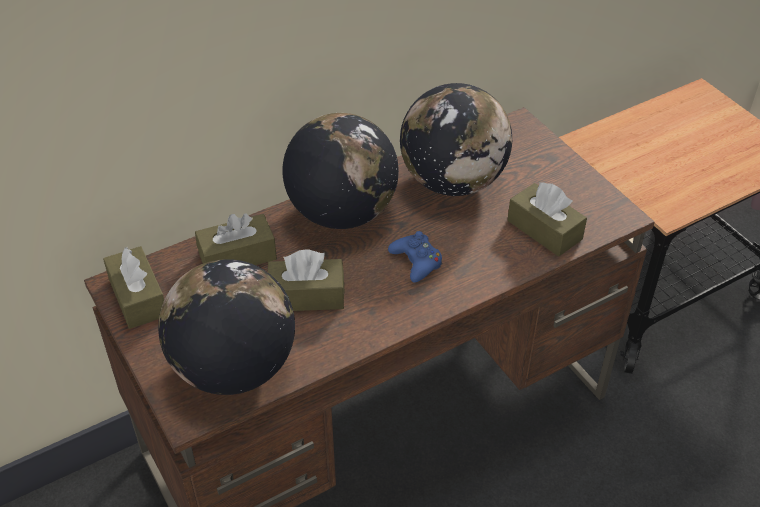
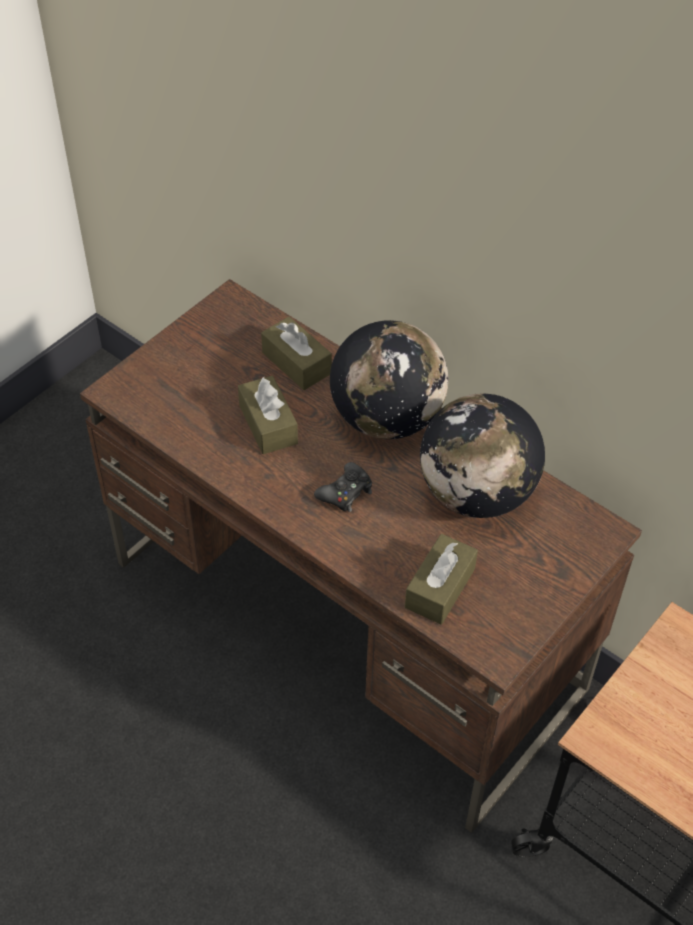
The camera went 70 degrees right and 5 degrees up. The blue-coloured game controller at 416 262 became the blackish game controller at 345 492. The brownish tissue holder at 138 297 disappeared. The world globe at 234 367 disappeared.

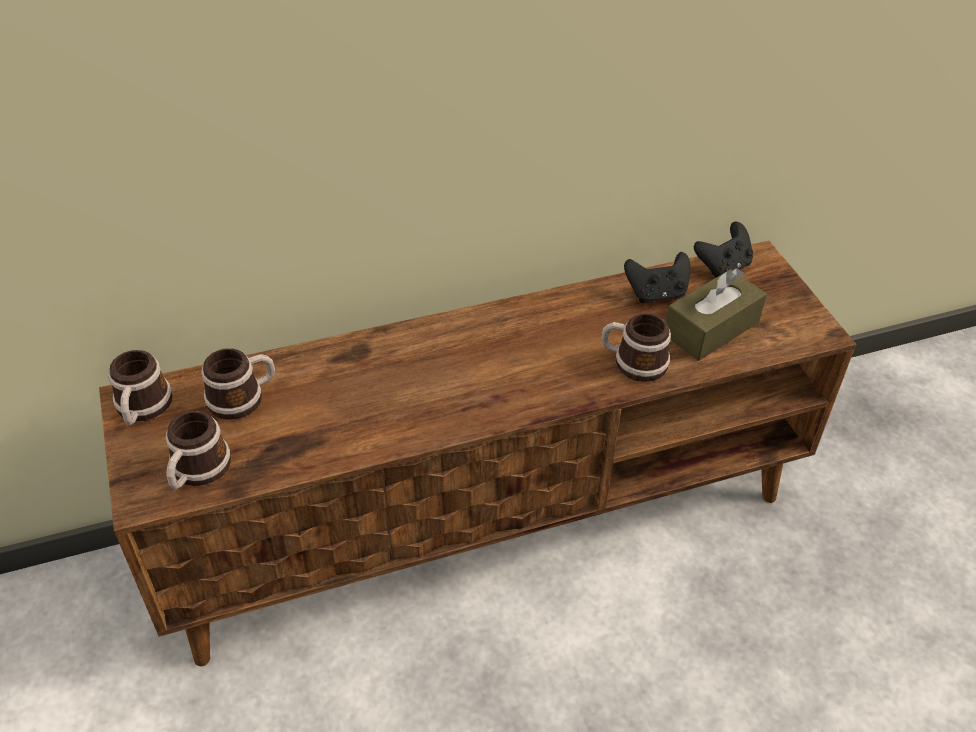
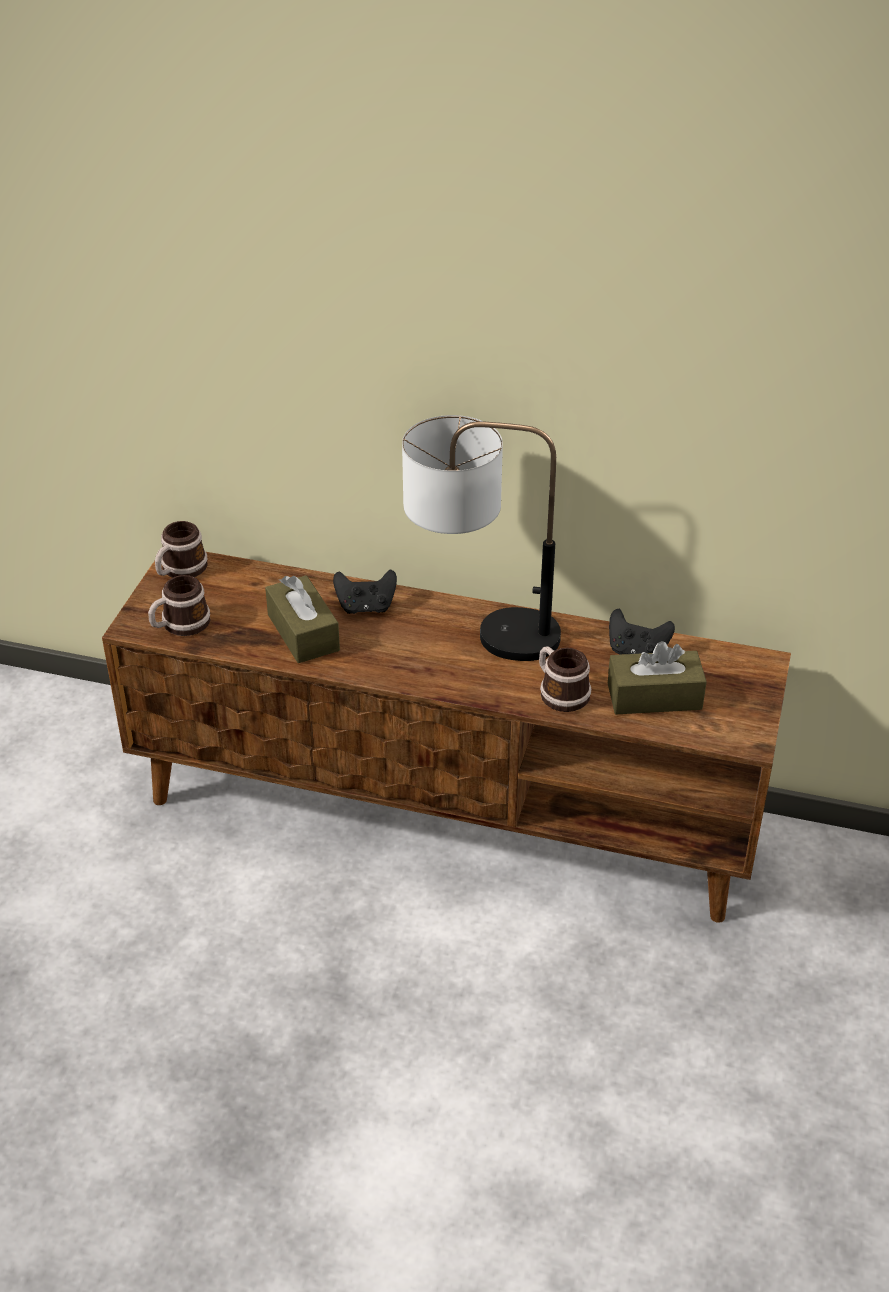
The camera went 35 degrees right and 5 degrees down. The blackish game controller moved from 723 267 to 366 607. The coffee mug at 243 397 disappeared. The lamp for a table at 480 633 appeared. The brownish tissue holder at 303 632 appeared.

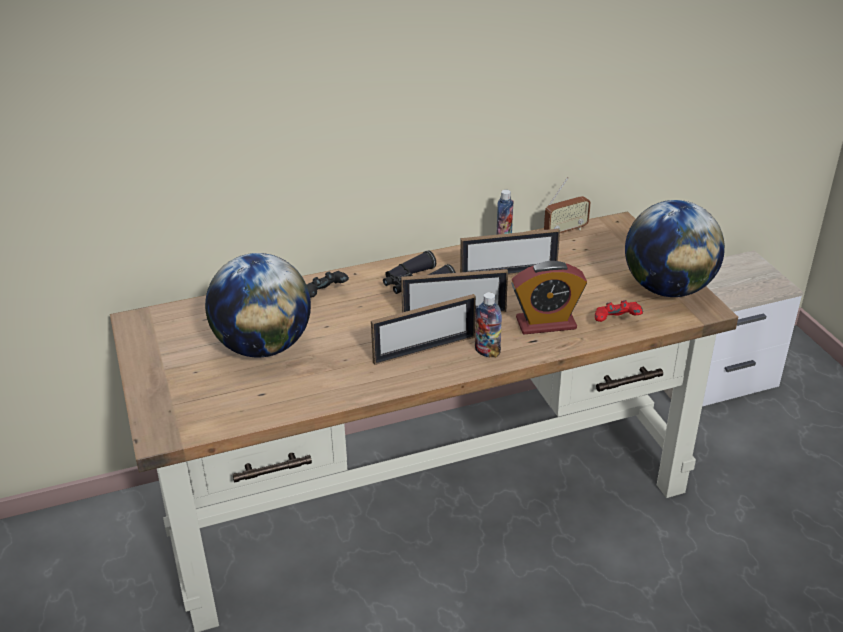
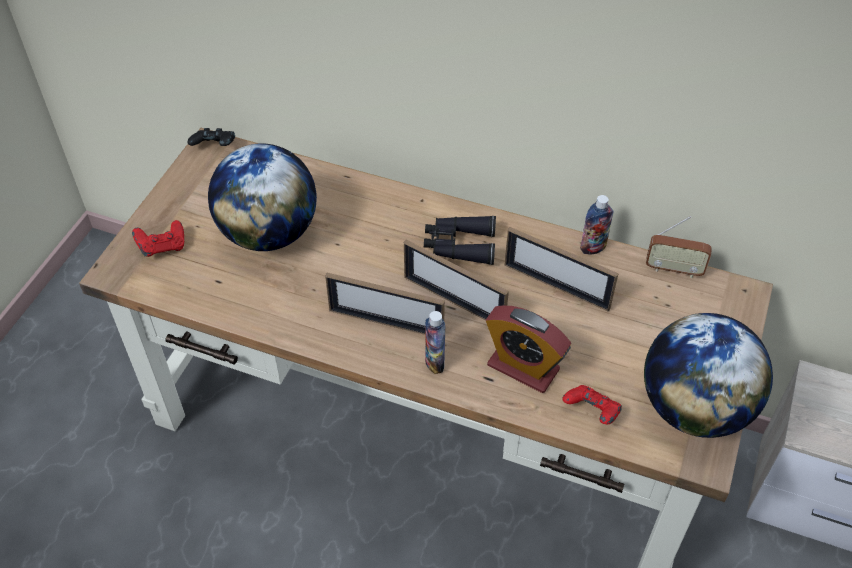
The camera went 40 degrees right and 15 degrees up. The blackish game controller moved from 326 294 to 215 148. The red game controller at 163 247 appeared.

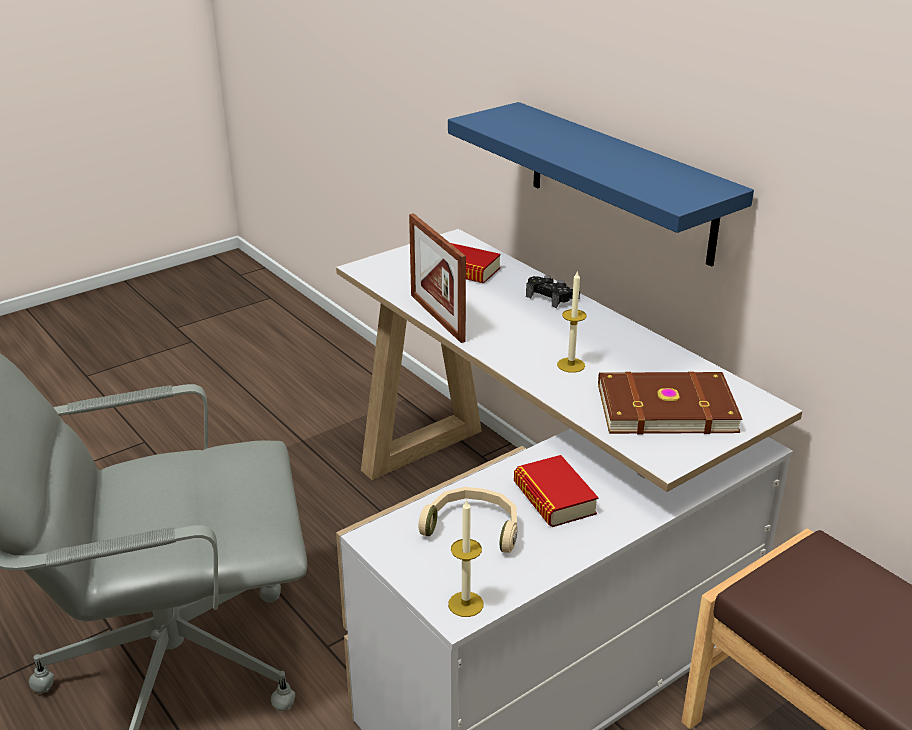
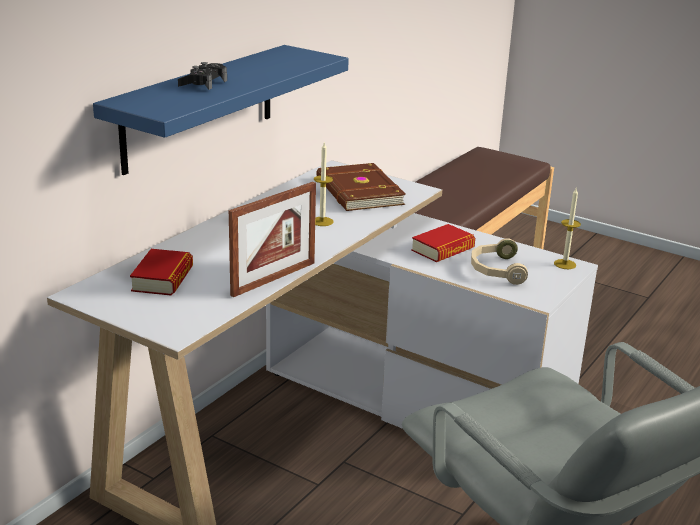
The camera went 110 degrees left and 5 degrees down. The blackish game controller moved from 551 297 to 203 83.

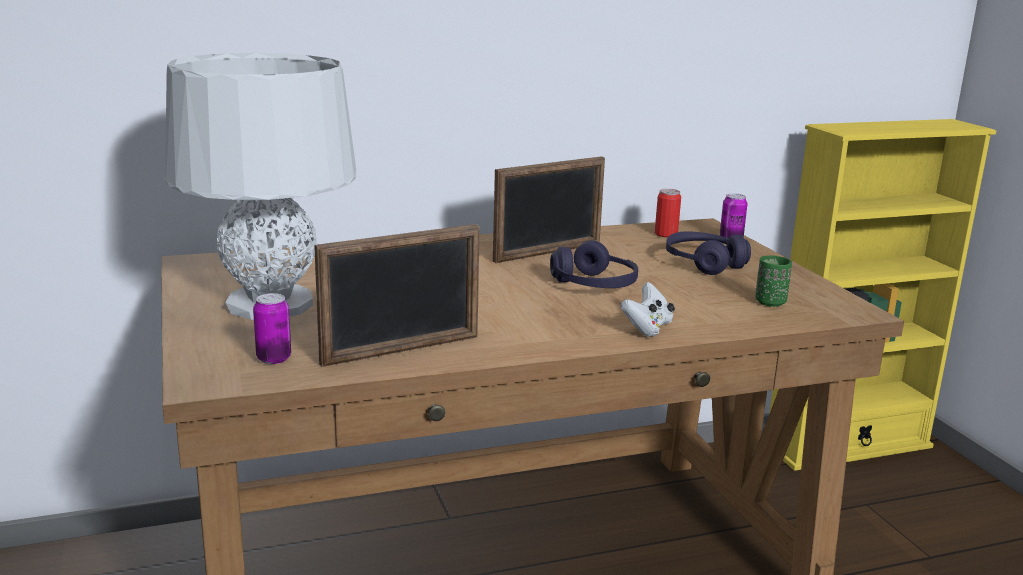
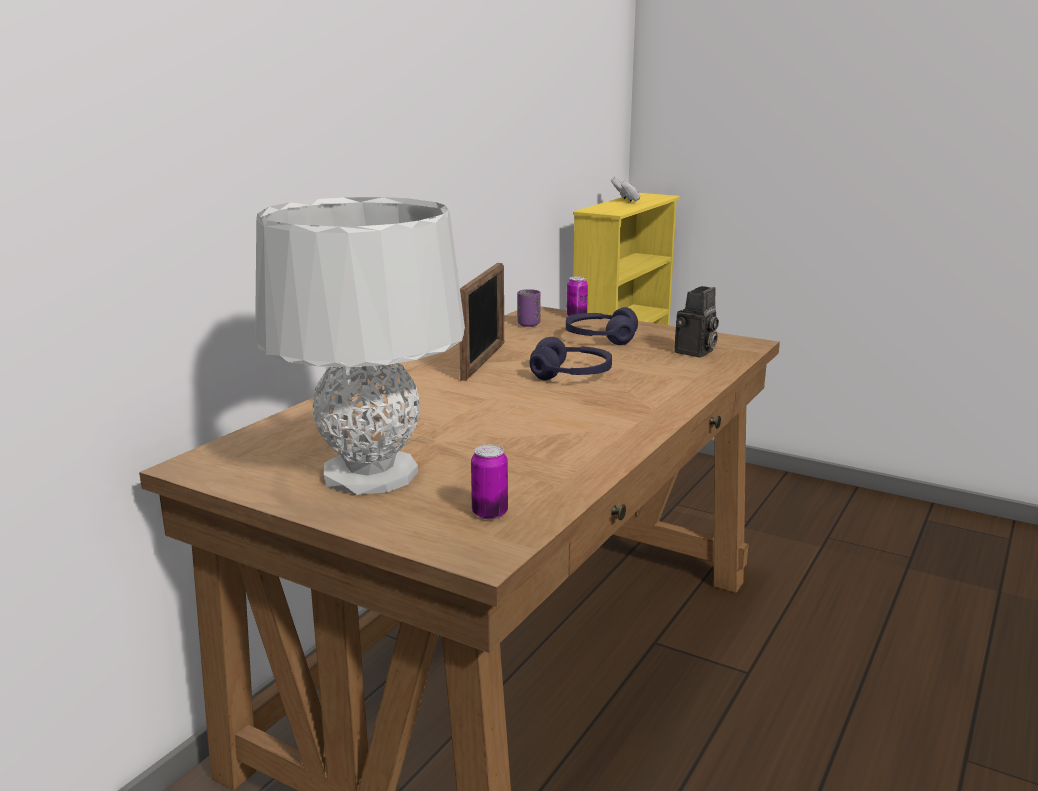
The camera went 40 degrees left and 0 degrees up. The sealed can at 666 234 was replaced by the purplish cup at 528 324. The photo frame at 401 350 disappeared. The green-coloured cup at 770 302 was replaced by the still camera at 695 352. The white-coloured game controller moved from 647 328 to 625 200.

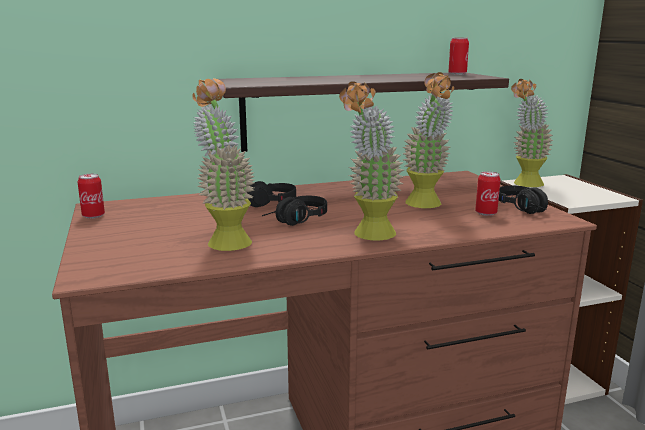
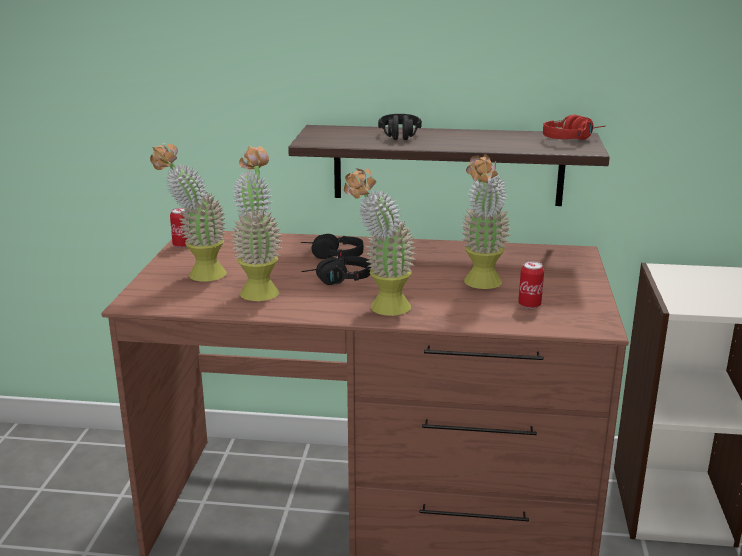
The camera went 25 degrees right and 5 degrees up. The sealed can at 457 74 was replaced by the red headset at 572 139. The potted plant moved from 524 185 to 197 275. The blackish headset moved from 526 210 to 400 137.

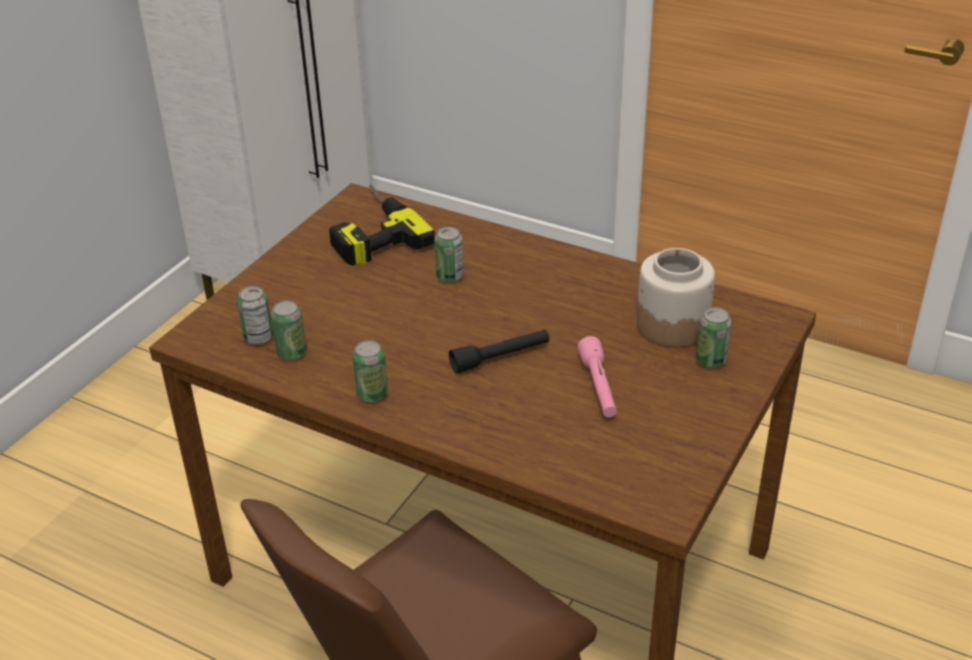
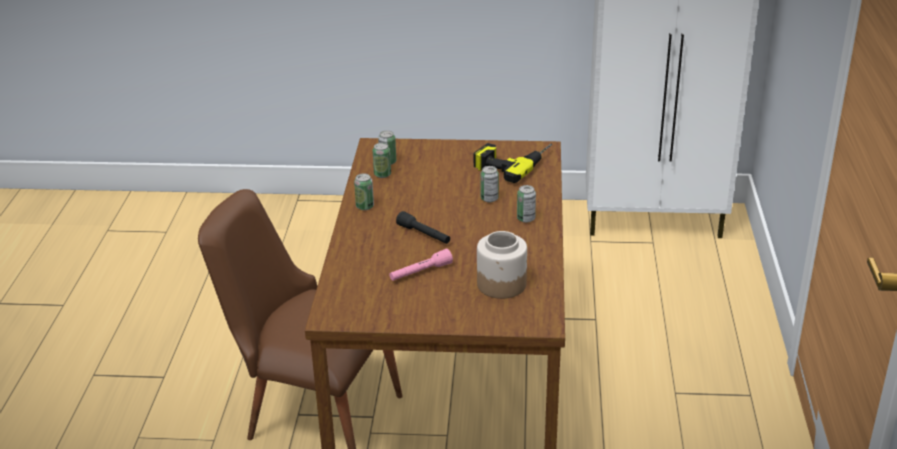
The camera went 65 degrees right and 5 degrees down. The sealed can moved from 710 360 to 526 219.

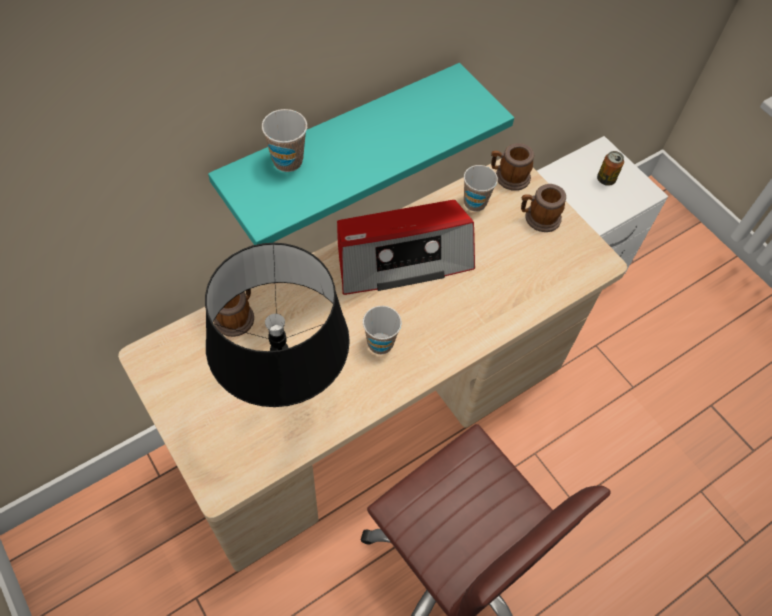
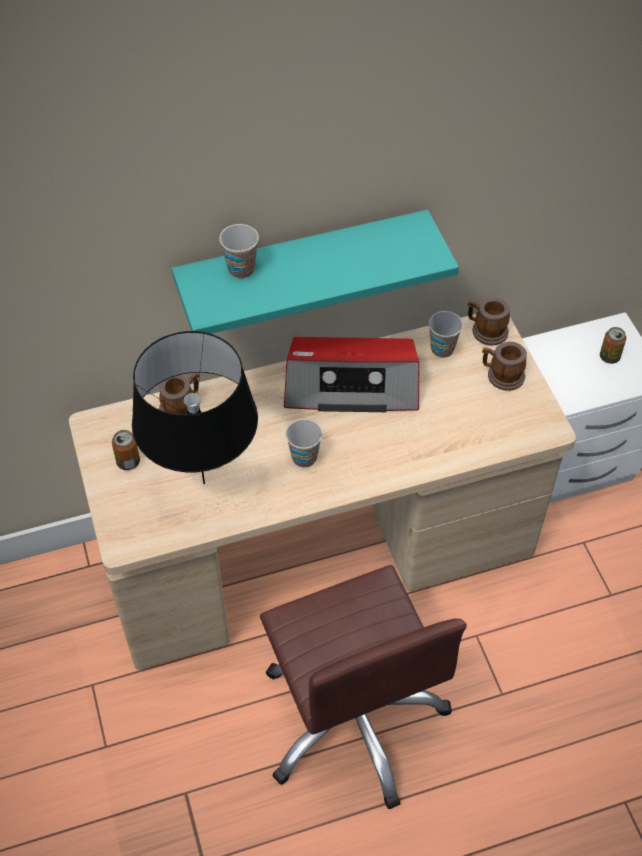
The camera went 20 degrees right and 5 degrees down. The sealed can at 128 462 appeared.

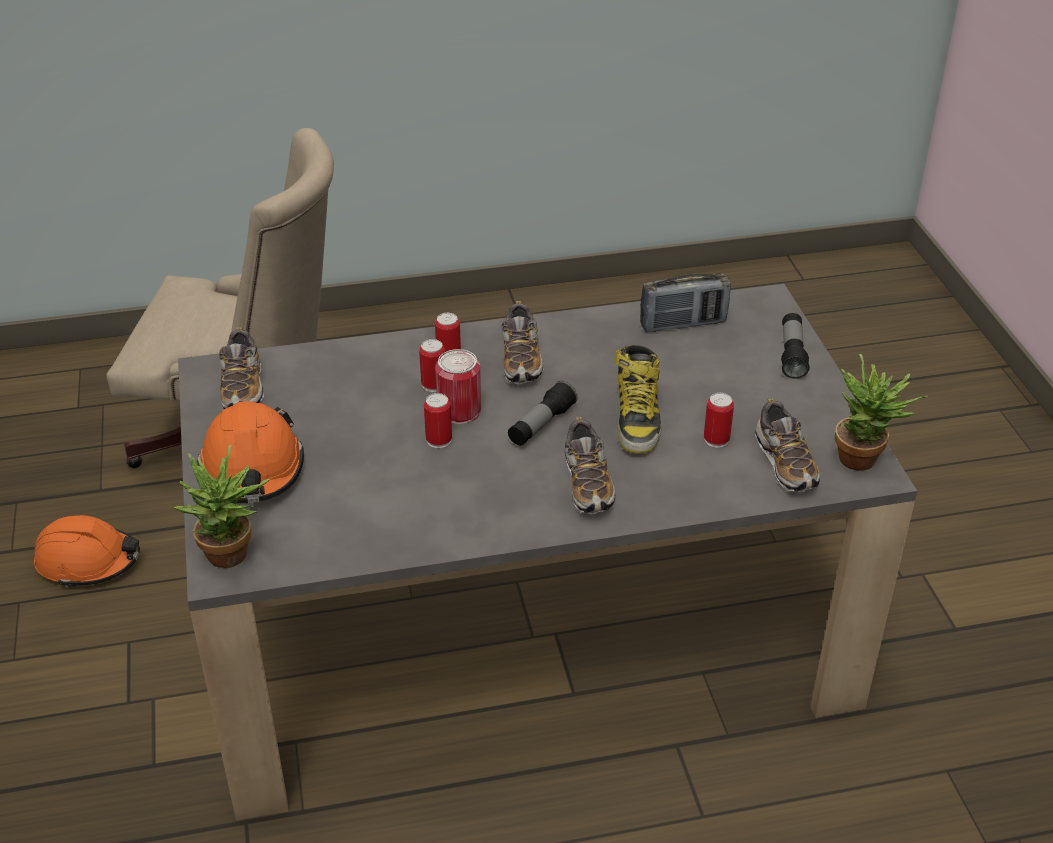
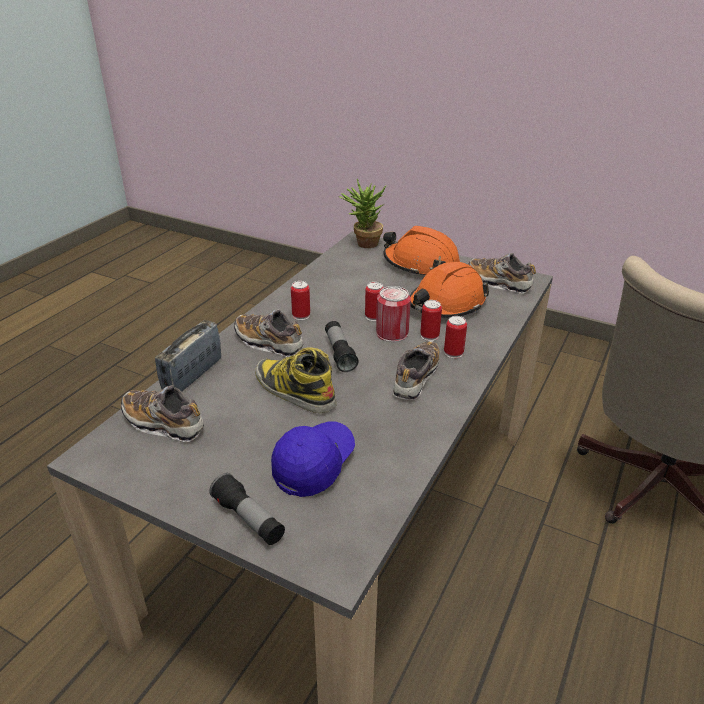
The camera went 130 degrees right and 5 degrees down. The radio set moved from 683 324 to 192 376. The shoe at 521 360 turned 75 degrees clockwise. The potted plant at 865 460 disappeared. The sealed can moved from 716 439 to 301 316. The orange hard hat moved from 88 561 to 446 304. The blue-coloured cap at 314 465 appeared.

